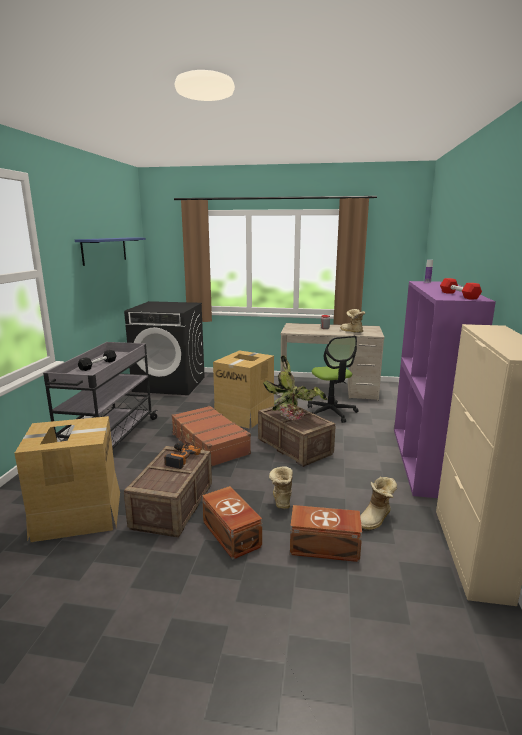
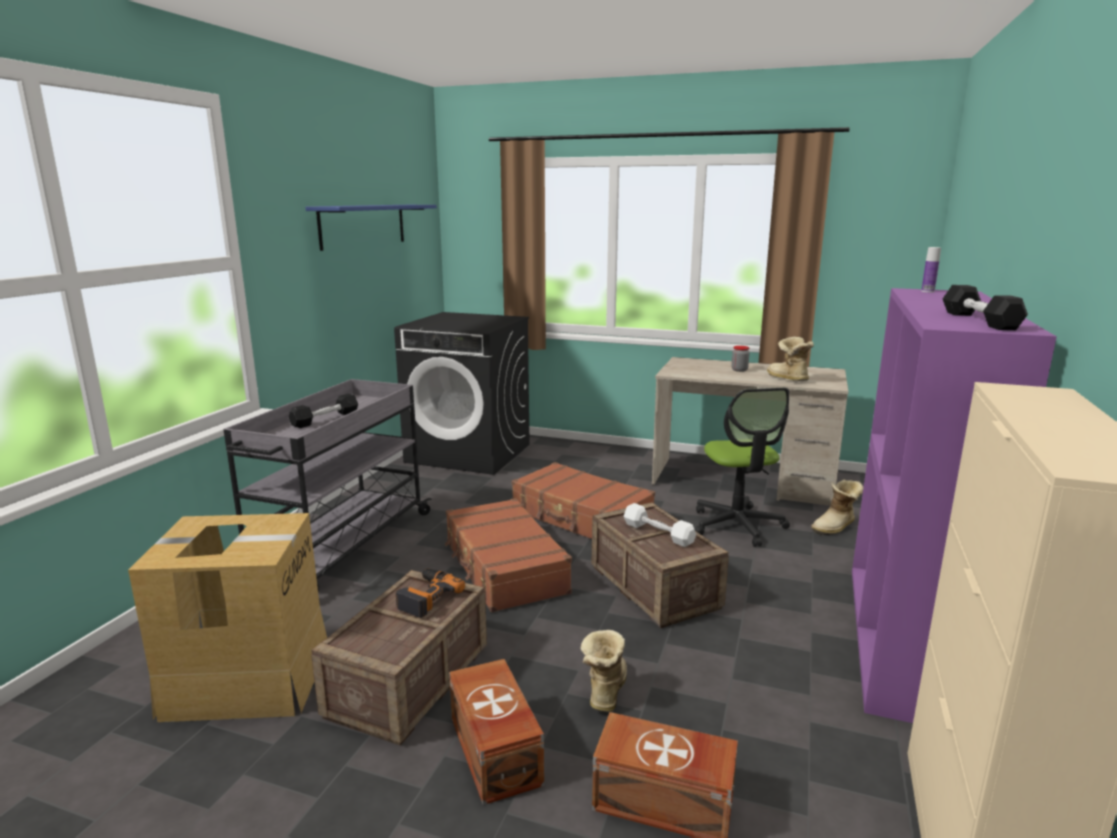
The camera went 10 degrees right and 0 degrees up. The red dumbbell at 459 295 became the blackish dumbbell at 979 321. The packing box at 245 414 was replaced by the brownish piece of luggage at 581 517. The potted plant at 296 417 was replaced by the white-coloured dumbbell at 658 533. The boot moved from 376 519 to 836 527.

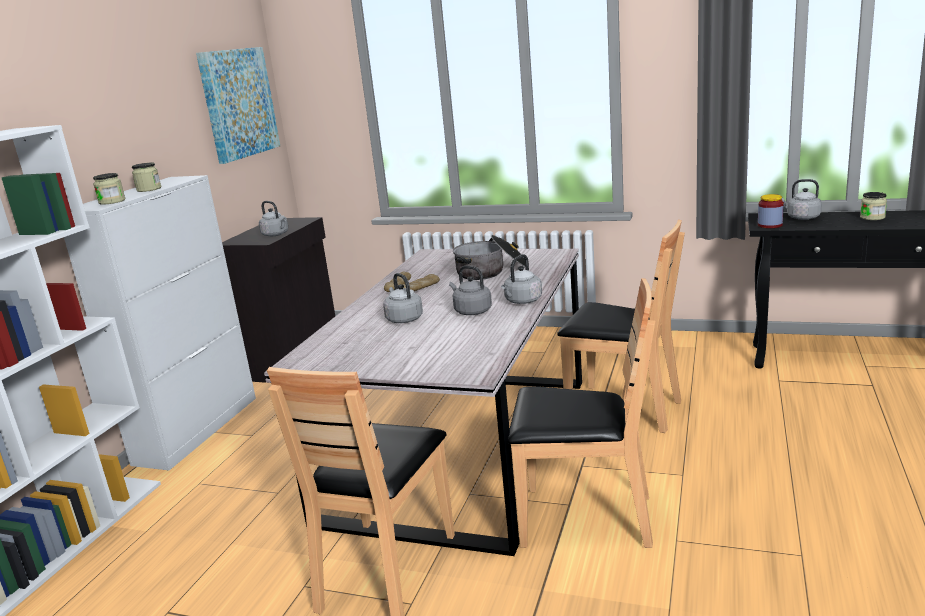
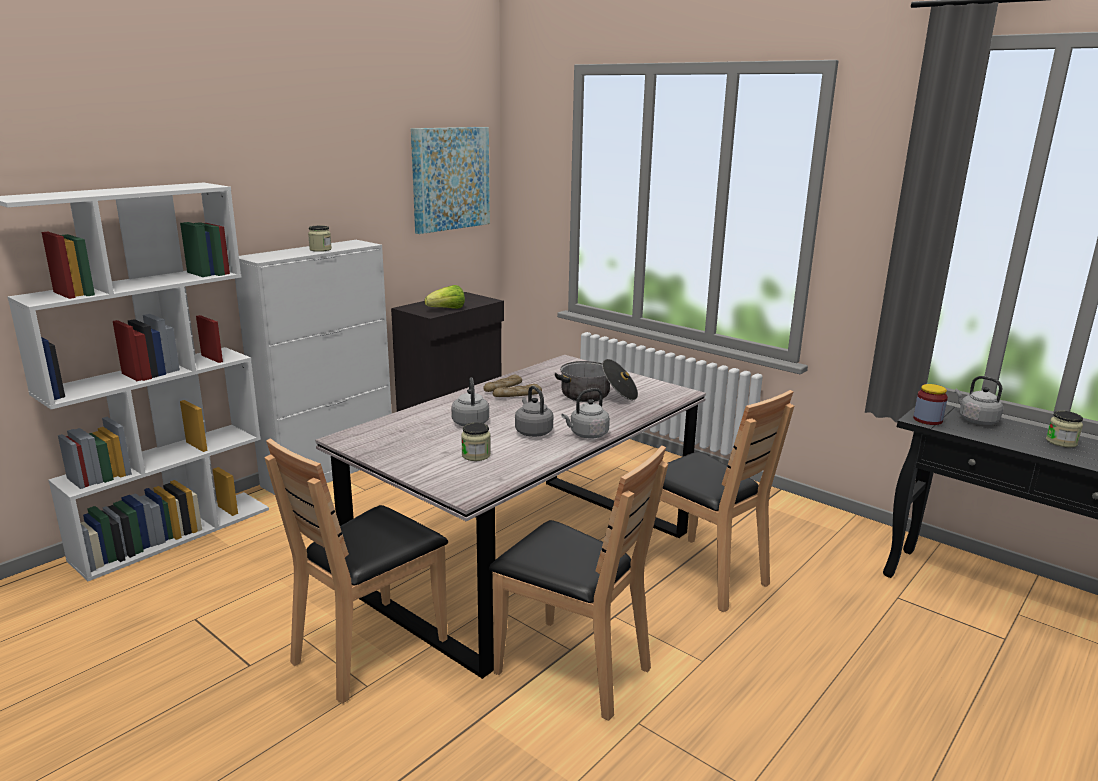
The camera went 20 degrees right and 0 degrees up. The jar moved from 112 201 to 476 455. The grey tea kettle at 276 234 was replaced by the lettuce at 447 309.

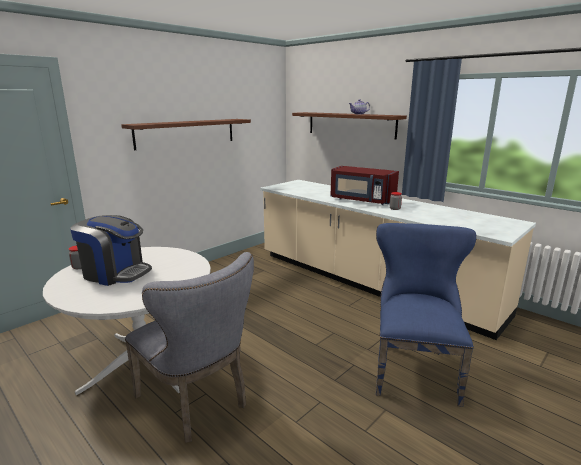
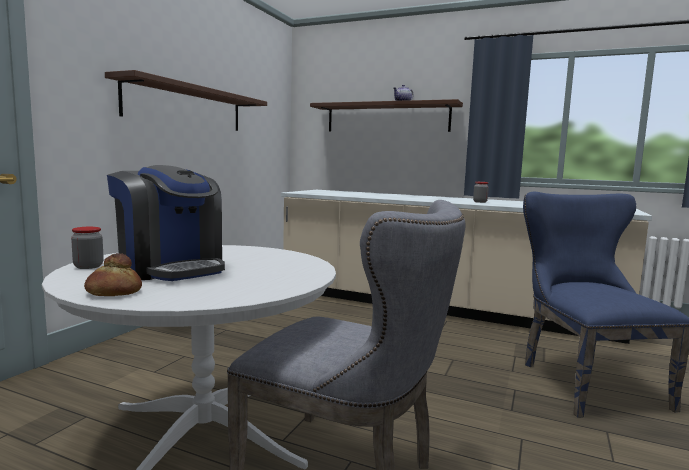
The camera went 20 degrees left and 10 degrees down. The red microwave oven at 362 200 disappeared. The coffee machine at 115 273 turned 45 degrees clockwise. The bread at 113 292 appeared.

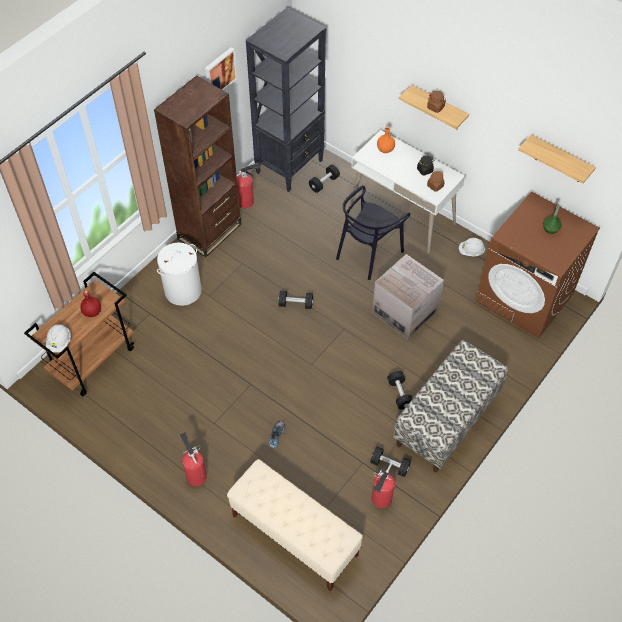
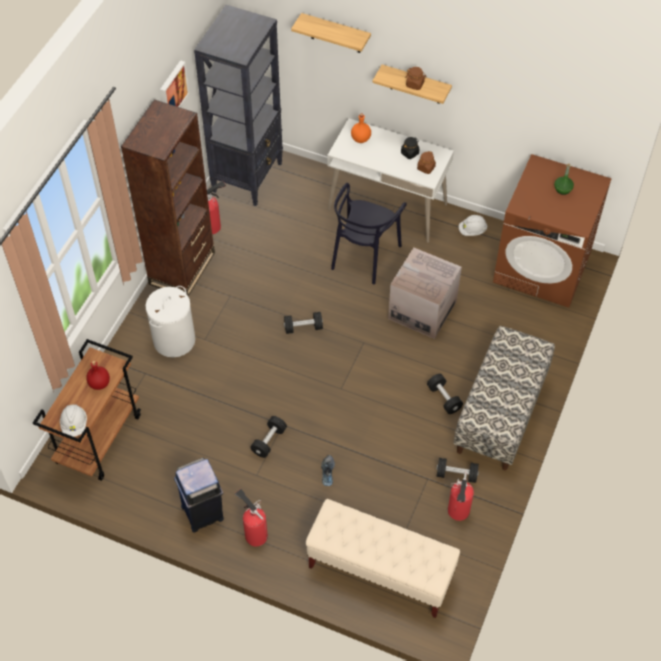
The camera went 15 degrees left and 0 degrees up. The shelf moved from 560 160 to 335 34. The blackish dumbbell moved from 324 183 to 269 441. The blue-coloured trash can at 203 512 appeared.

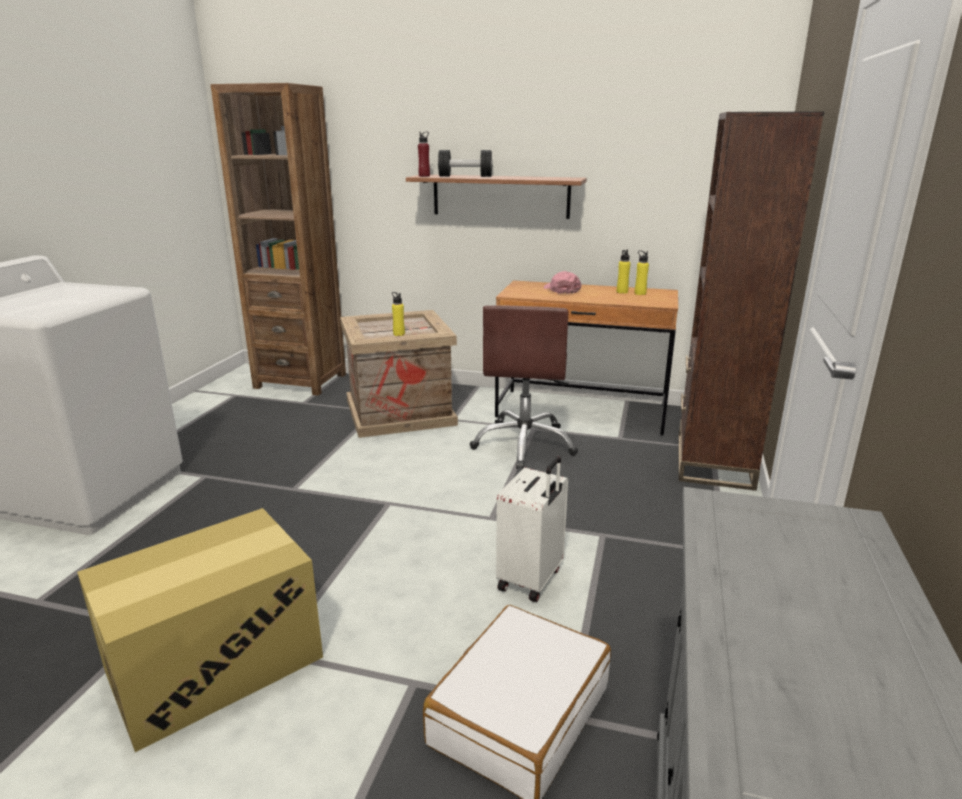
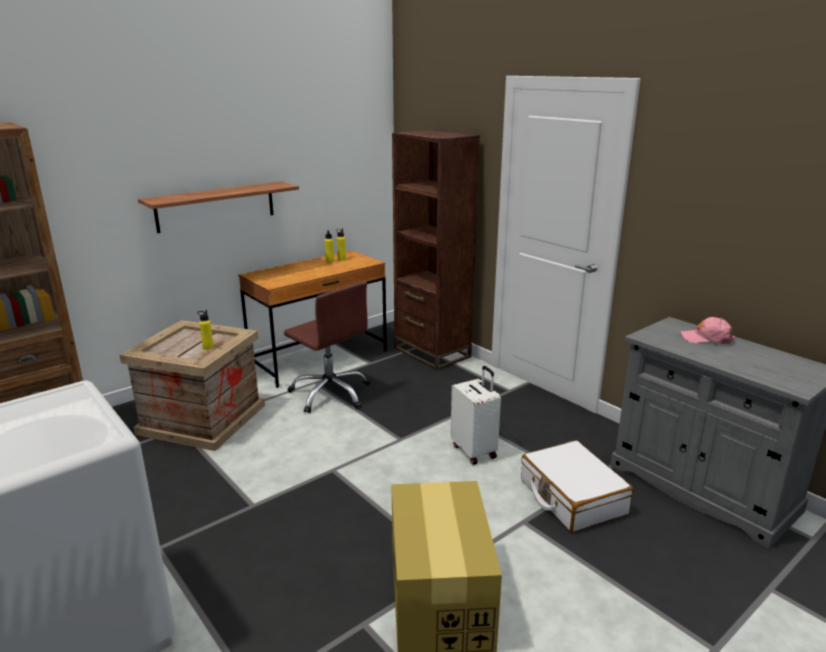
The camera went 55 degrees left and 0 degrees up. The red drink bottle at 424 176 disappeared. The blackish dumbbell at 465 176 disappeared. The pinkish cap moved from 561 290 to 706 338.

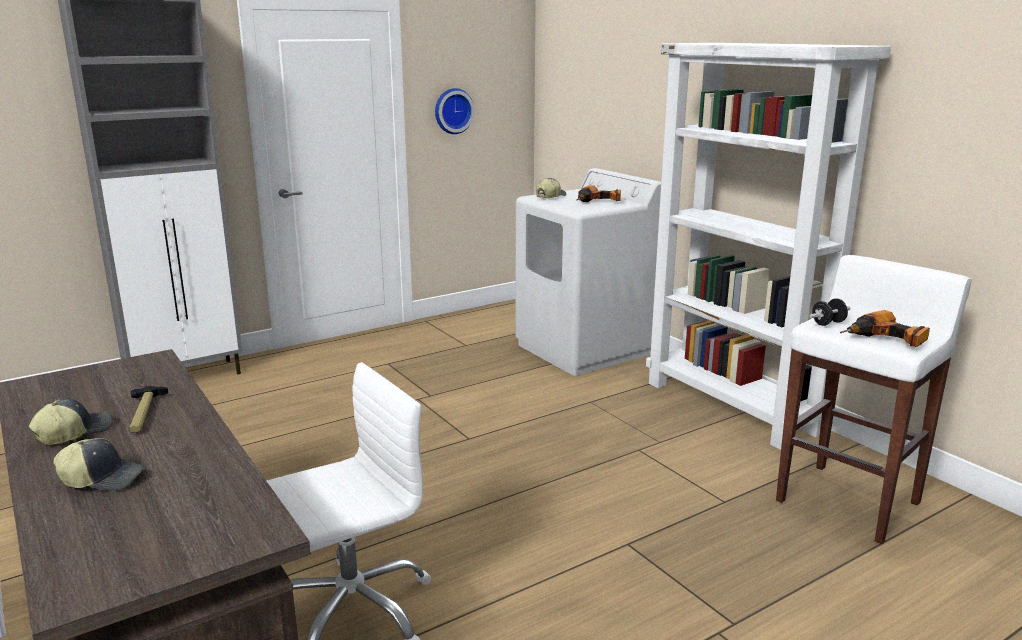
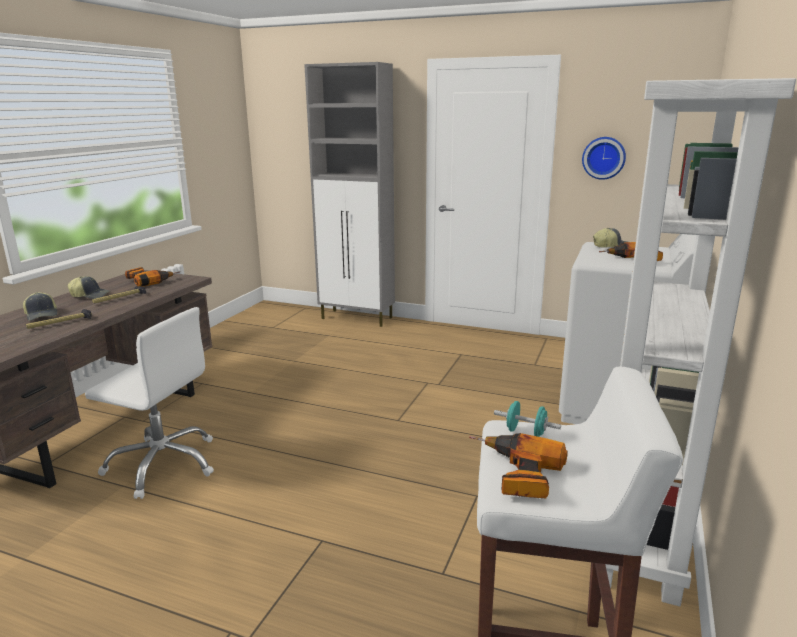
The camera went 55 degrees right and 0 degrees up. The blackish dumbbell at 828 323 became the turquoise dumbbell at 526 432. The power drill at 149 280 appeared. The hammer at 60 323 appeared.

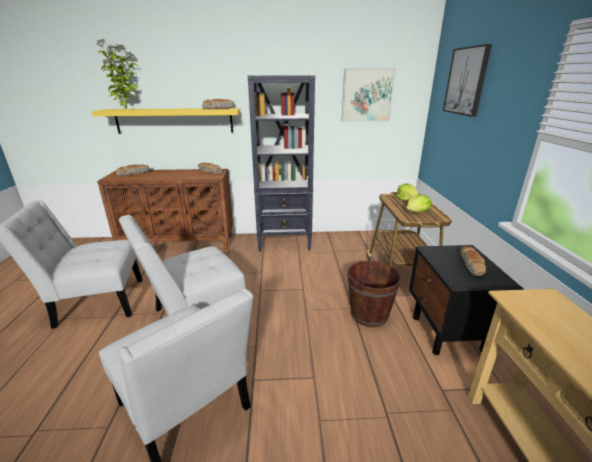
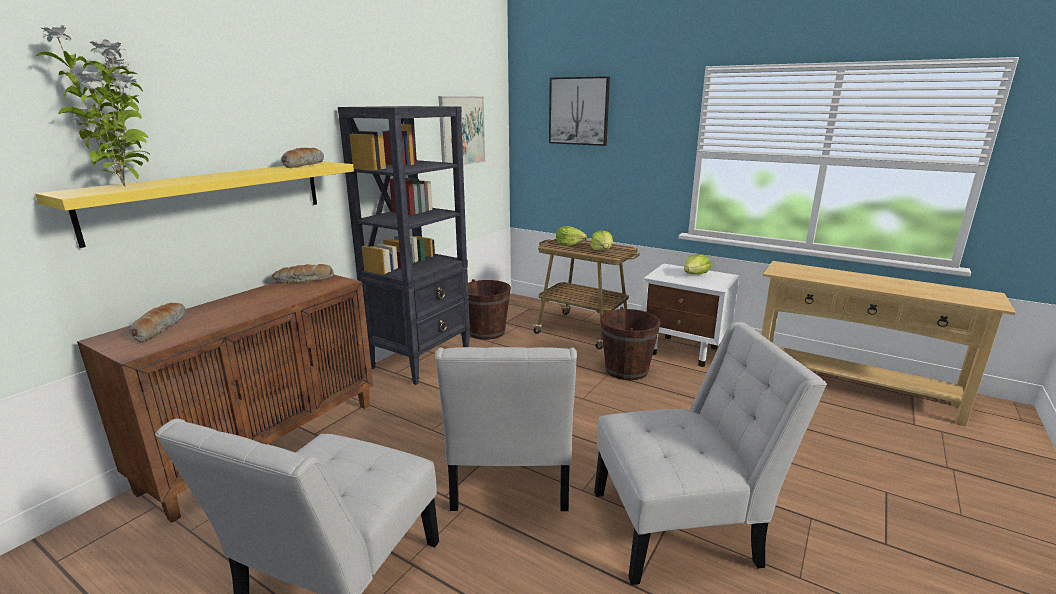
The camera went 55 degrees left and 5 degrees down. The blackish nightstand at 448 334 became the white-coloured nightstand at 685 351. The bread at 472 265 was replaced by the lettuce at 695 274. The brownish bucket at 487 332 appeared.

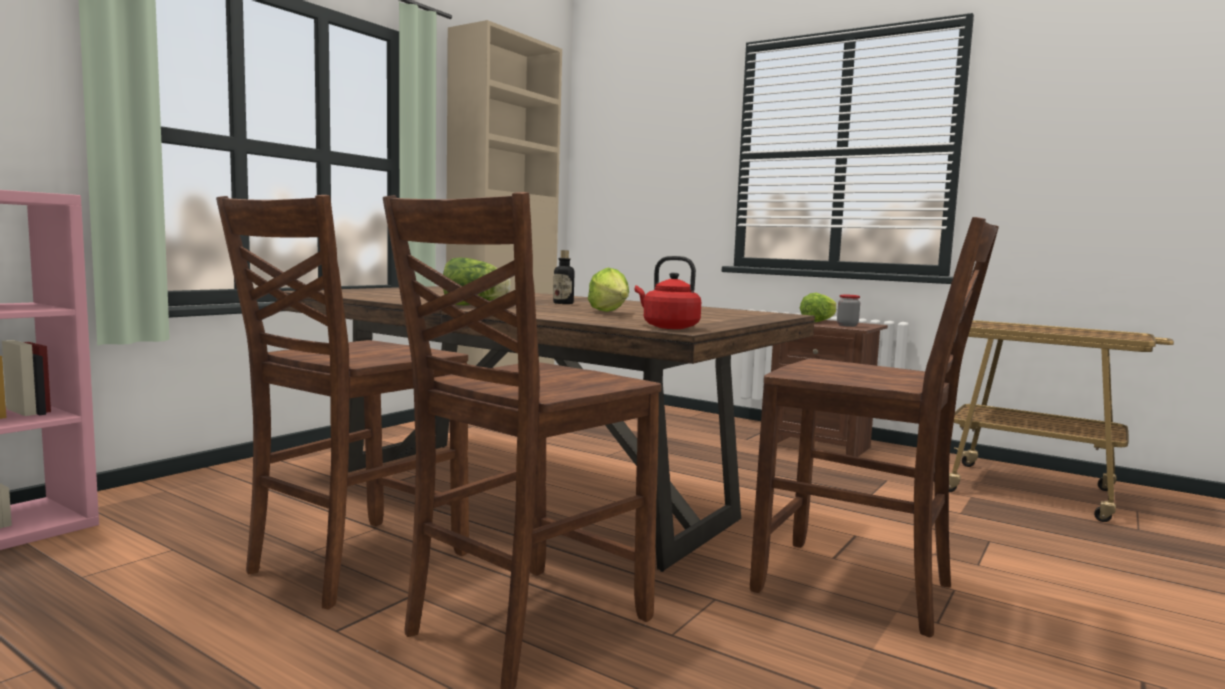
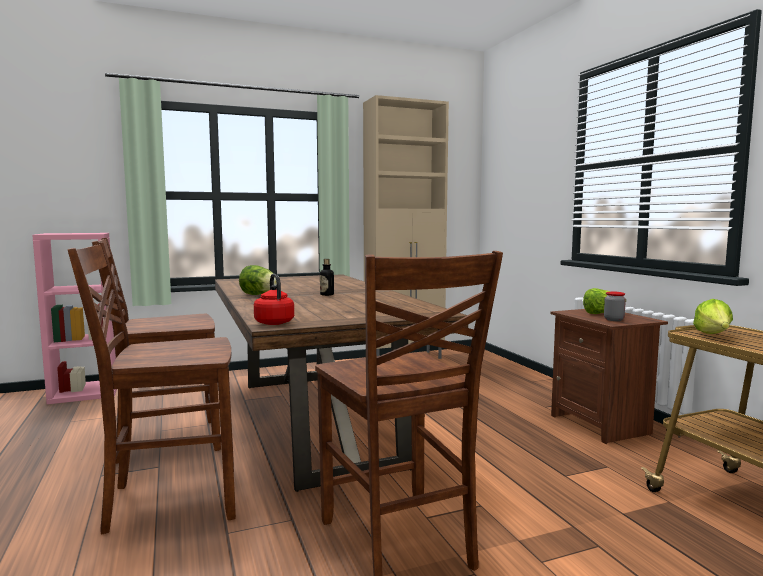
The camera went 35 degrees right and 0 degrees up. The lettuce moved from 611 313 to 714 336.

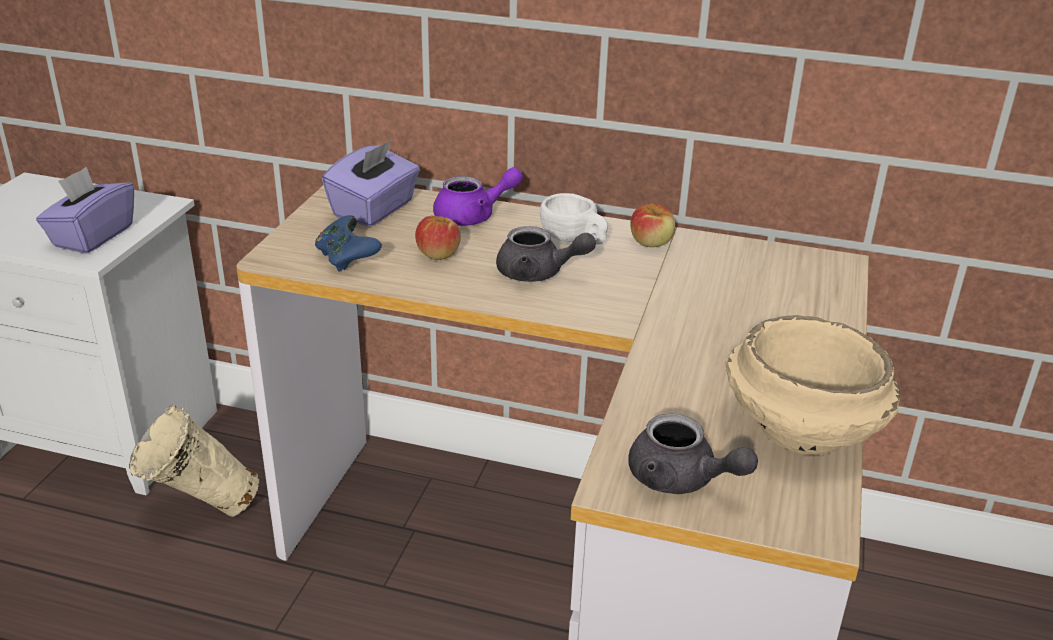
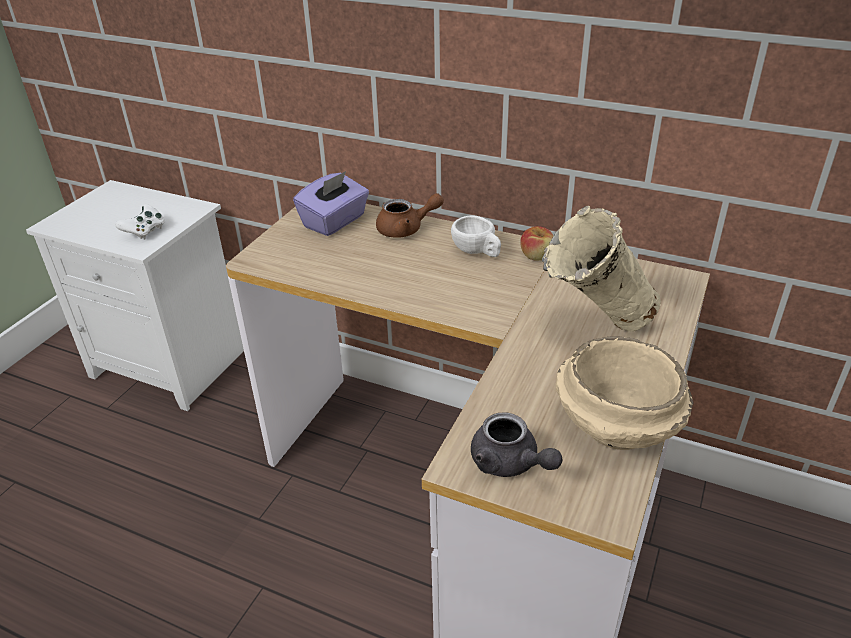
The camera went 10 degrees right and 5 degrees up. The purplish tissue holder at 92 236 was replaced by the white-coloured game controller at 145 232. The purplish teapot at 473 216 became the brownish teapot at 406 229. The blue-coloured game controller at 347 259 disappeared. The whole apple at 438 254 disappeared. The grey teapot at 538 273 disappeared. The sand-coloured flower vase moved from 200 515 to 593 329.

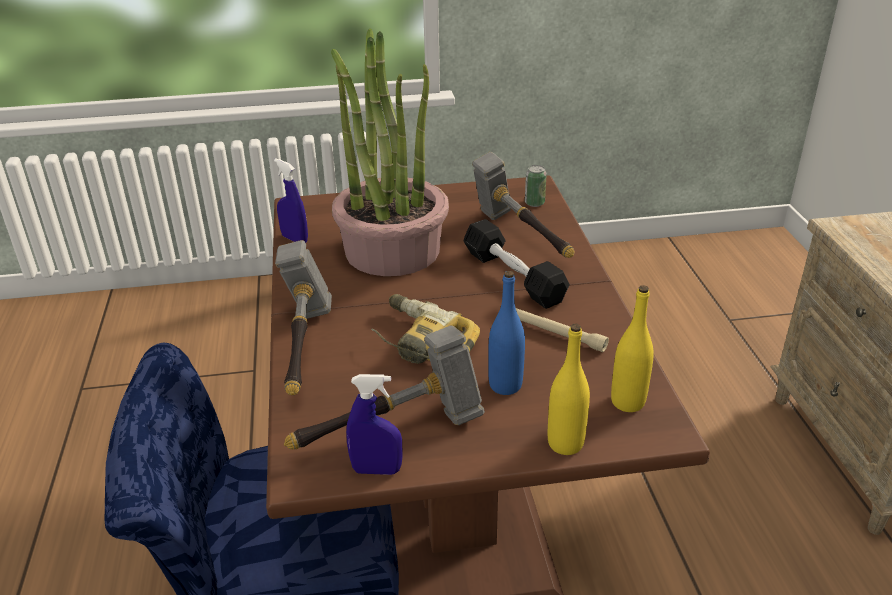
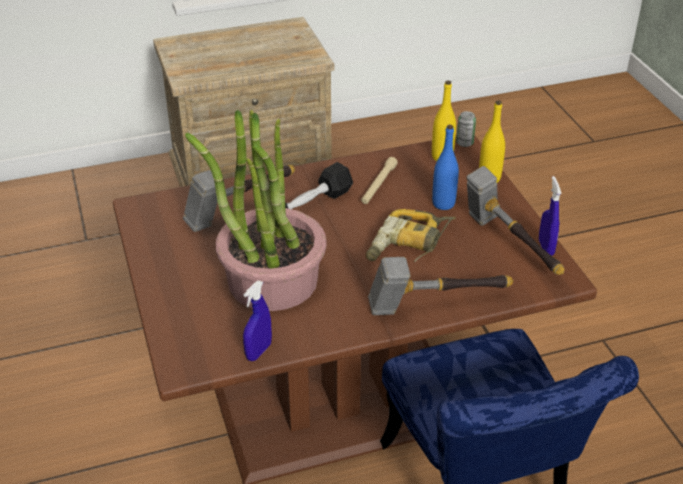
The camera went 100 degrees left and 5 degrees up. The sealed can moved from 534 203 to 464 143.

